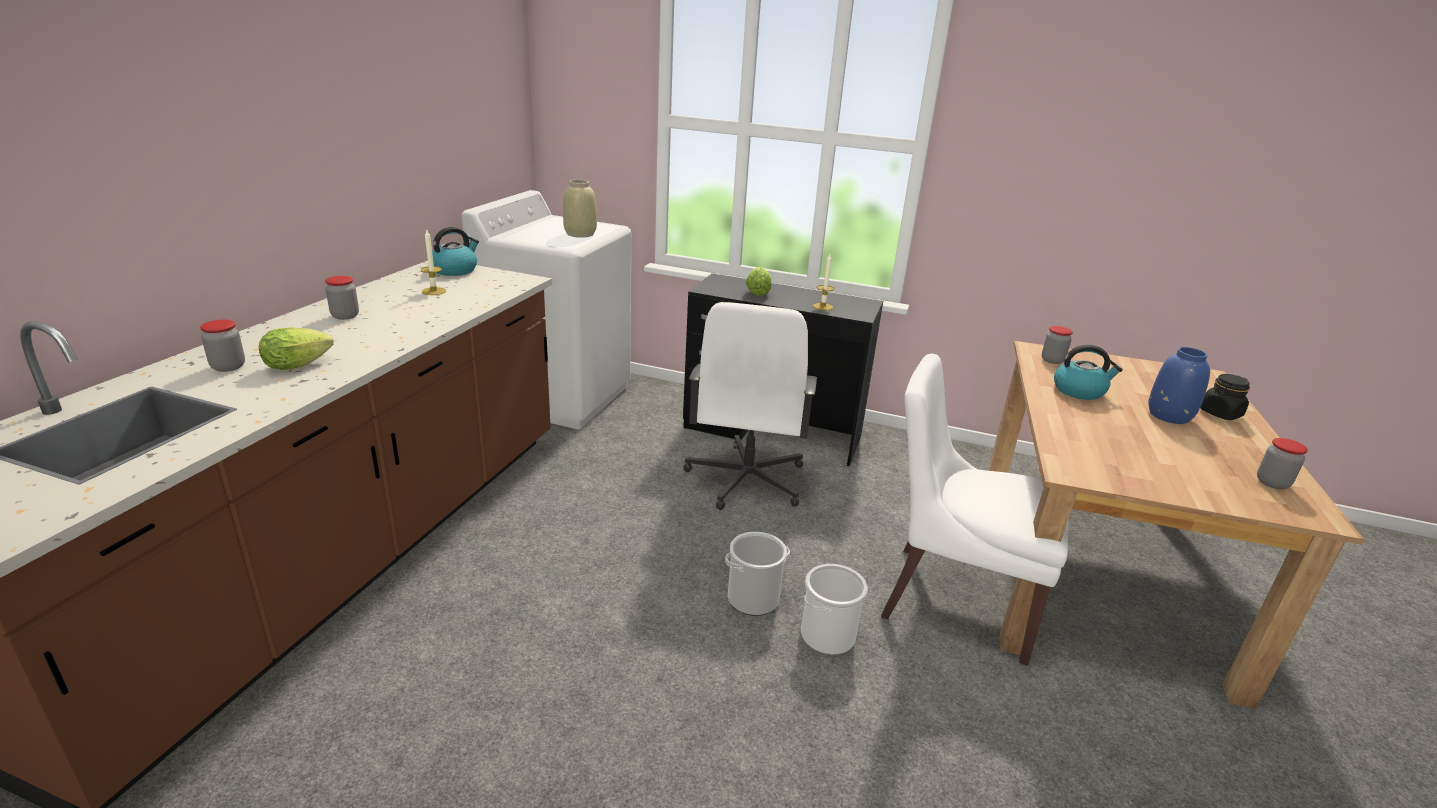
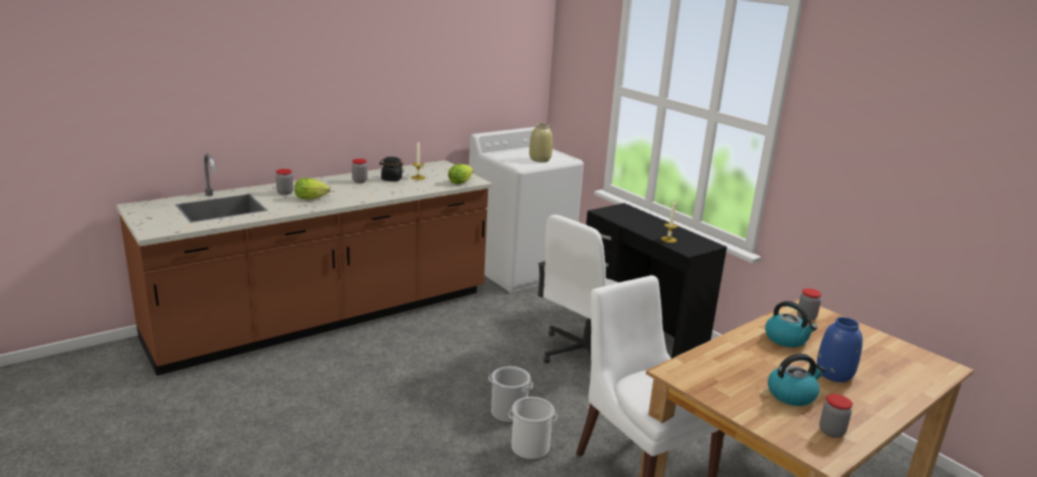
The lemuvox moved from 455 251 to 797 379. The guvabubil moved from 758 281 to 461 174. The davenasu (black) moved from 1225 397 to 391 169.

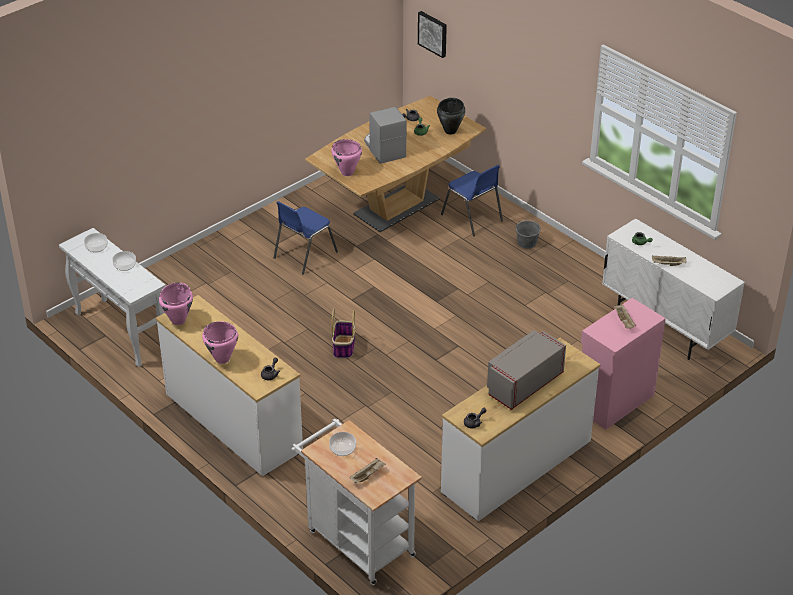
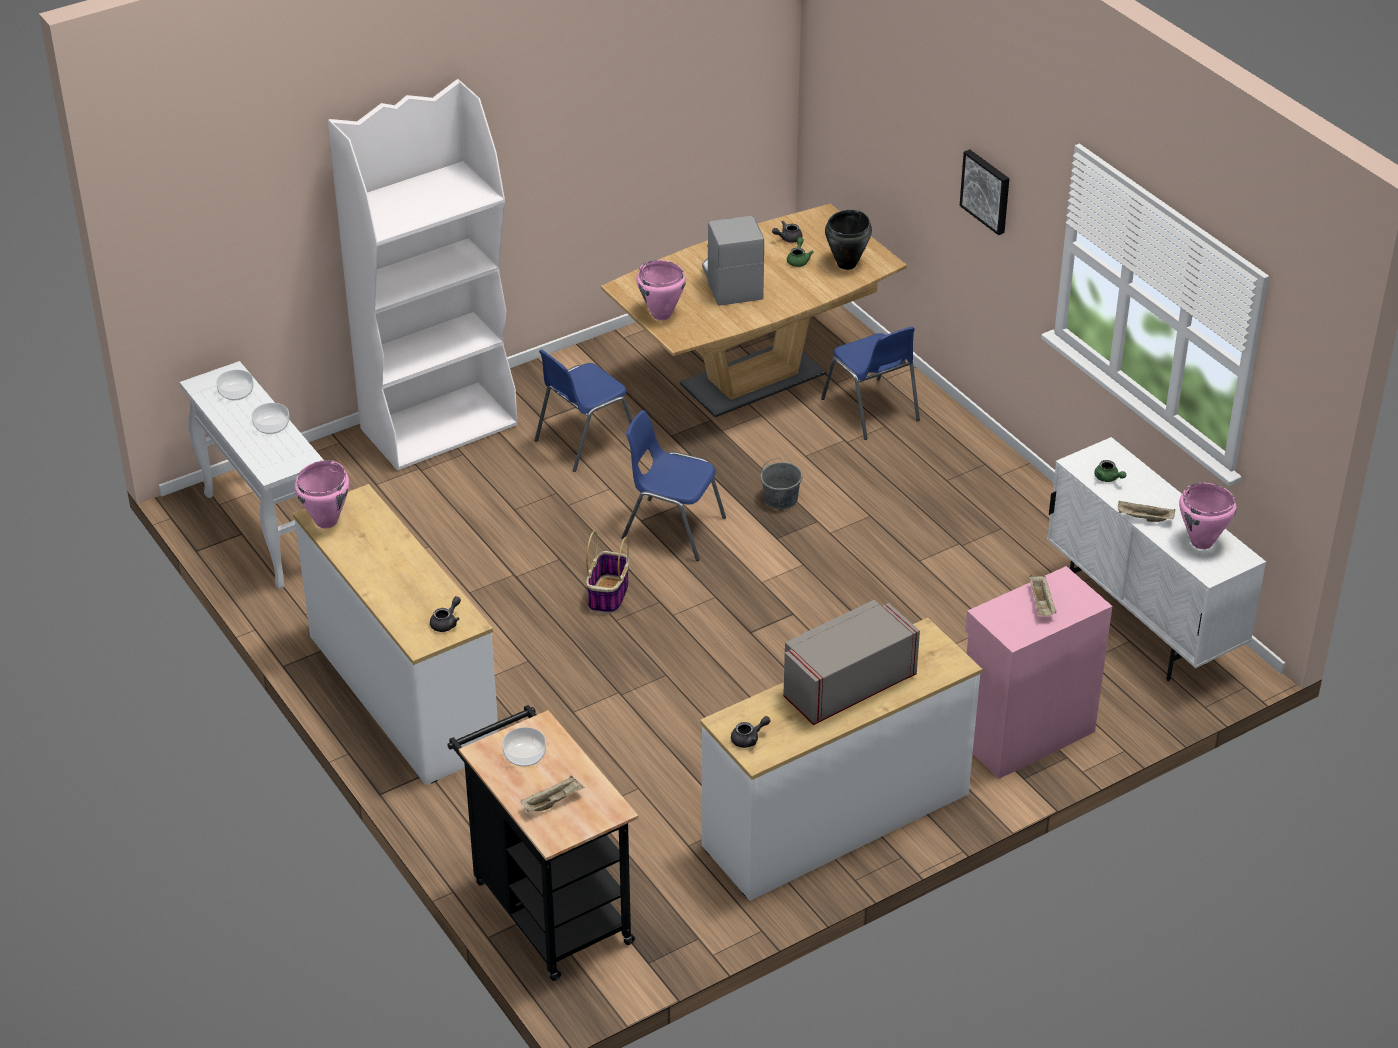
The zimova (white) at 423 275 appeared. The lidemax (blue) at 674 485 appeared. The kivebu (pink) moved from 220 342 to 1208 516. The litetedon moved from 432 34 to 984 192. The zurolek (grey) moved from 528 233 to 781 483. The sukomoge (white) at 356 502 became the sukomoge (black) at 542 843.

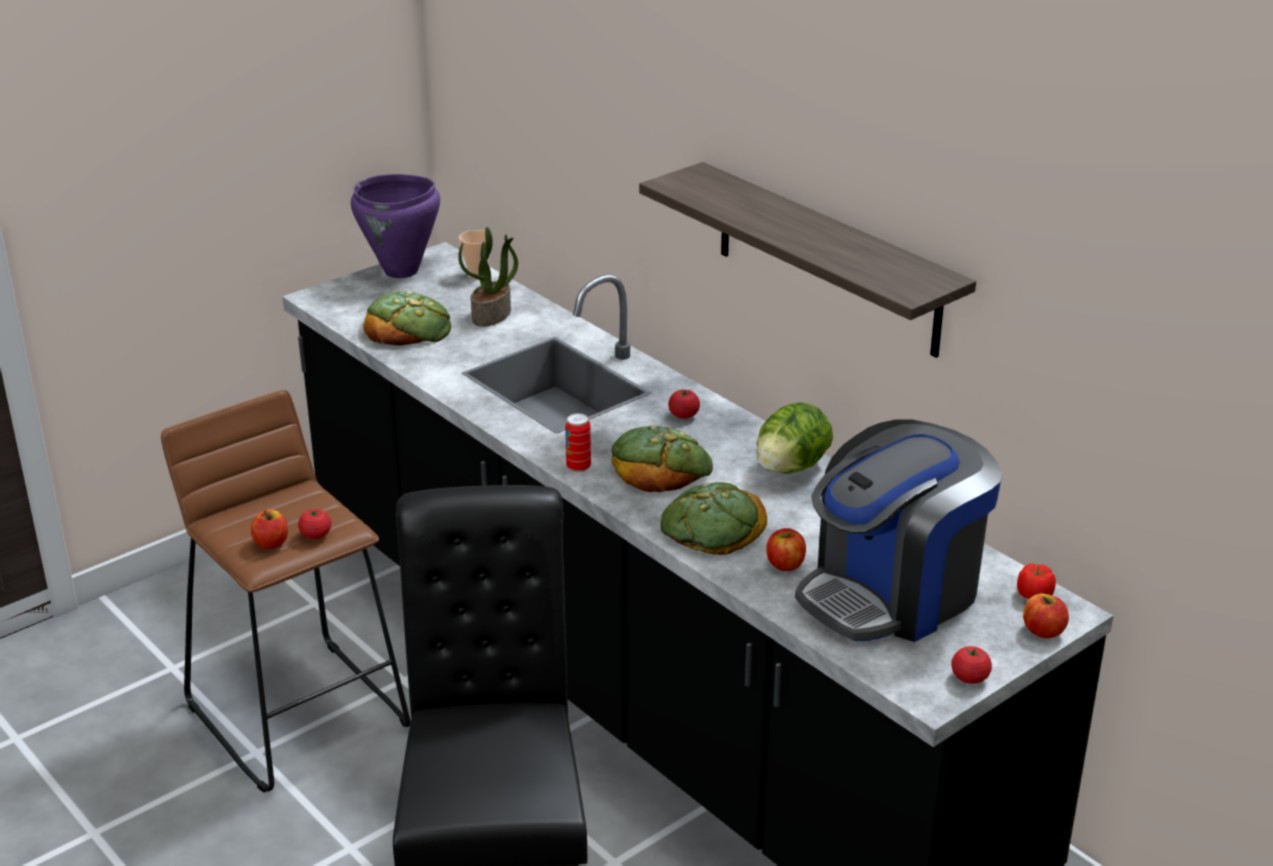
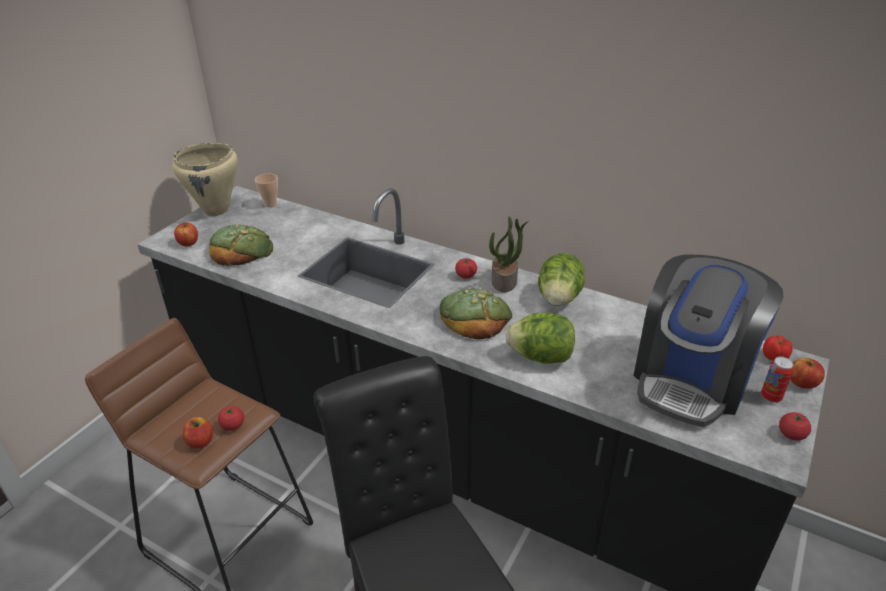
The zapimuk at 807 260 disappeared. The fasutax moved from 488 277 to 509 254. The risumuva moved from 578 442 to 777 379. The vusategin moved from 786 549 to 186 234. The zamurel at 714 518 was replaced by the guvabubil at 540 338. The kivebu (purple) at 395 226 became the kivebu (beige) at 205 179.

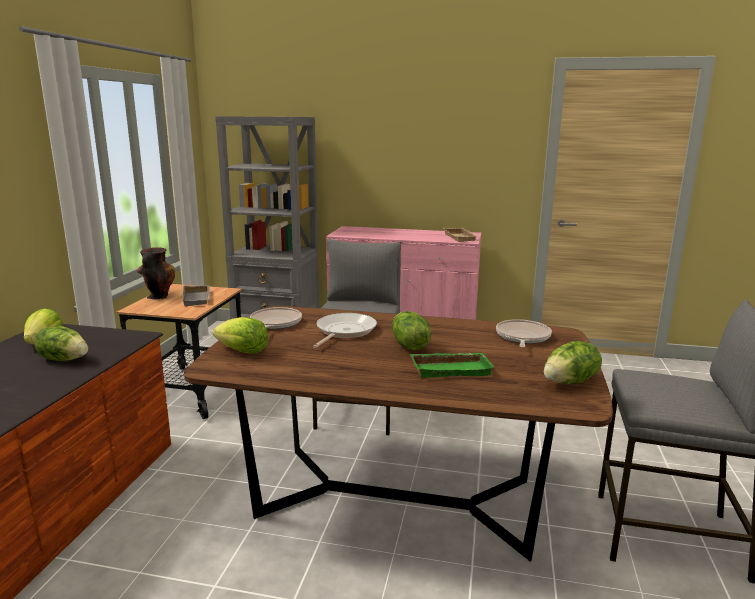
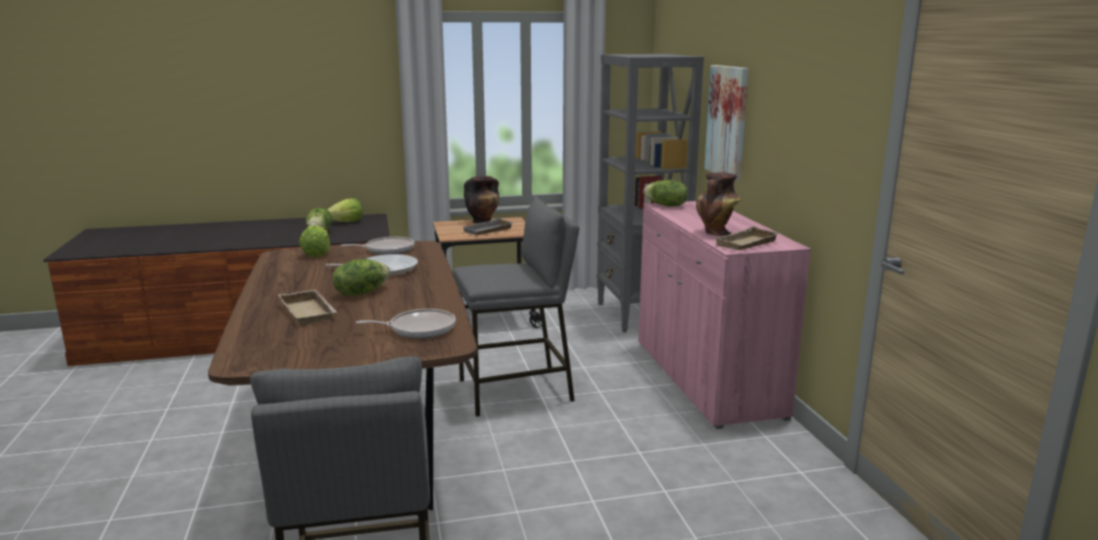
The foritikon at 719 204 appeared. The litetedon at 726 123 appeared. The guvabubil moved from 573 362 to 665 193. The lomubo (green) at 452 365 became the lomubo (beige) at 307 307.

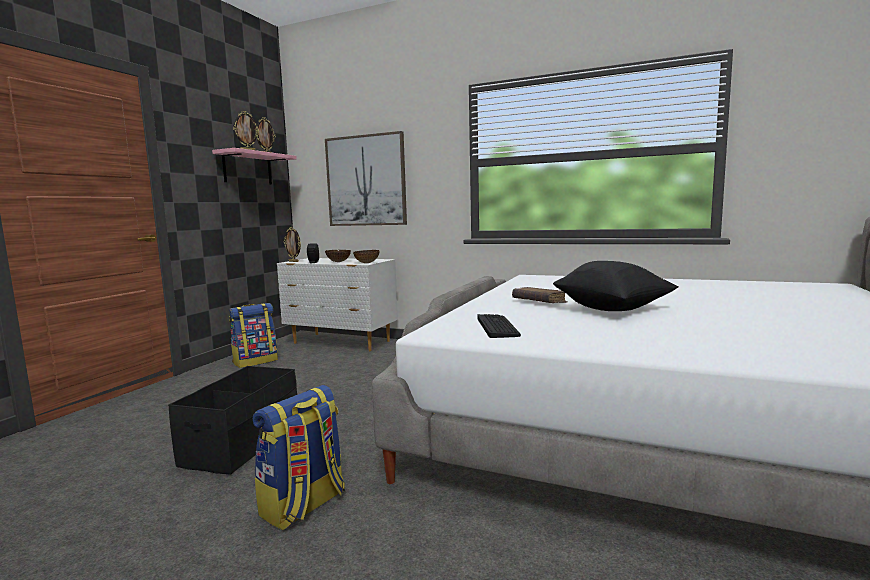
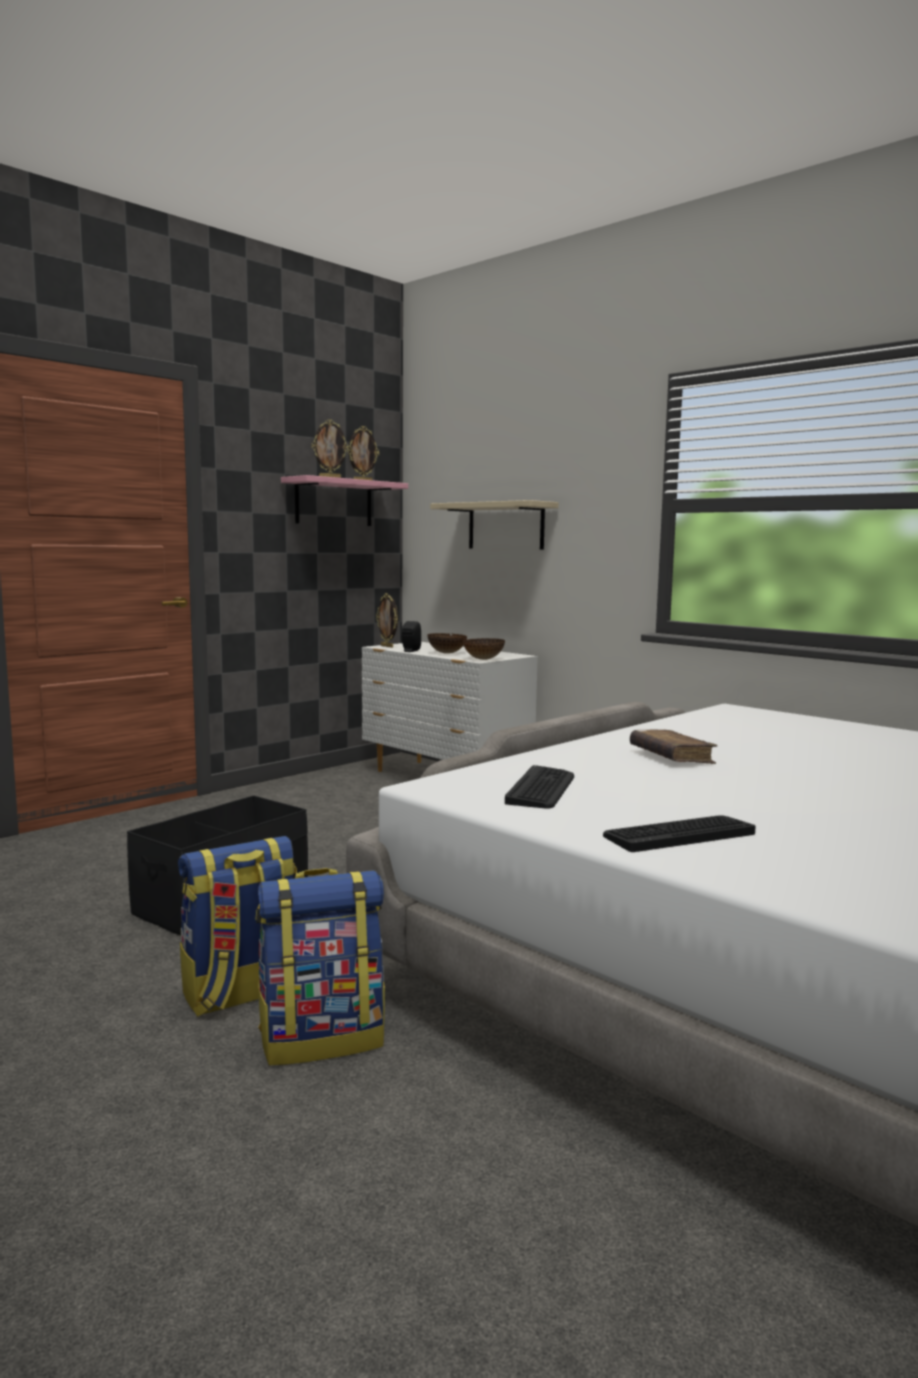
The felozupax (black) at 615 286 disappeared. The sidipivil at 679 833 appeared. The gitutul moved from 253 335 to 320 966. The litetedon at 366 178 was replaced by the zapimuk (beige) at 494 525.

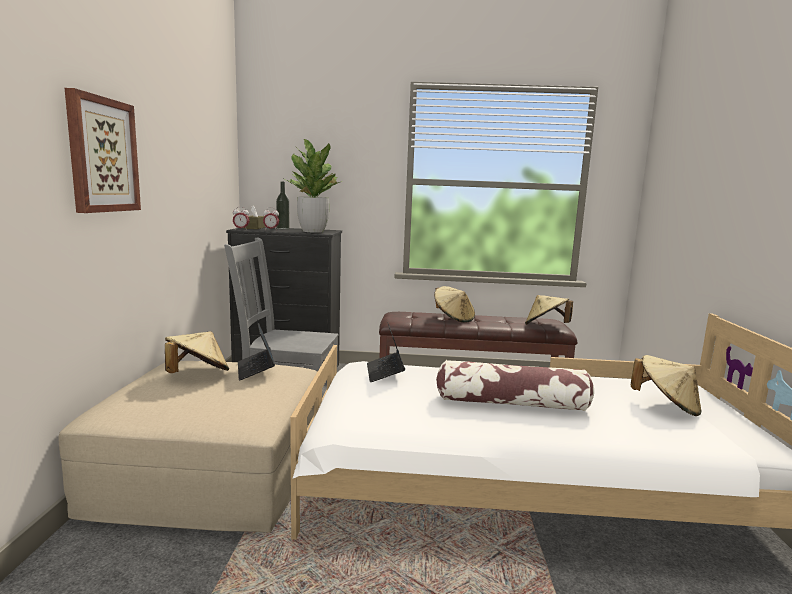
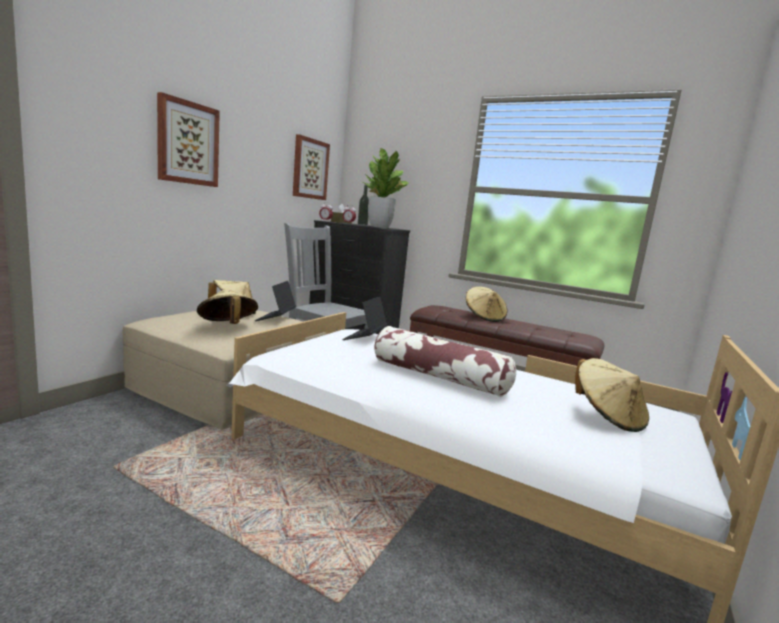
The litetedon at 311 167 appeared. The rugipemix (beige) moved from 549 310 to 227 306.

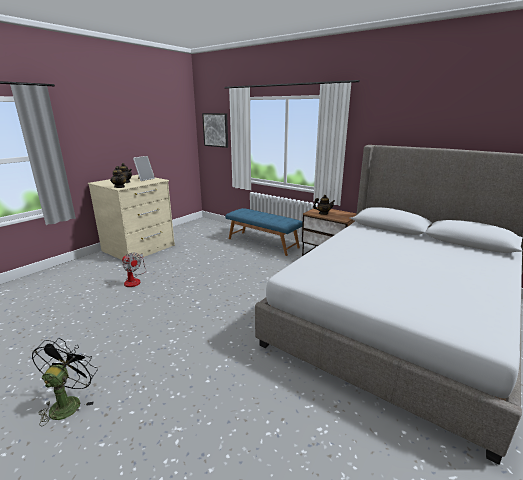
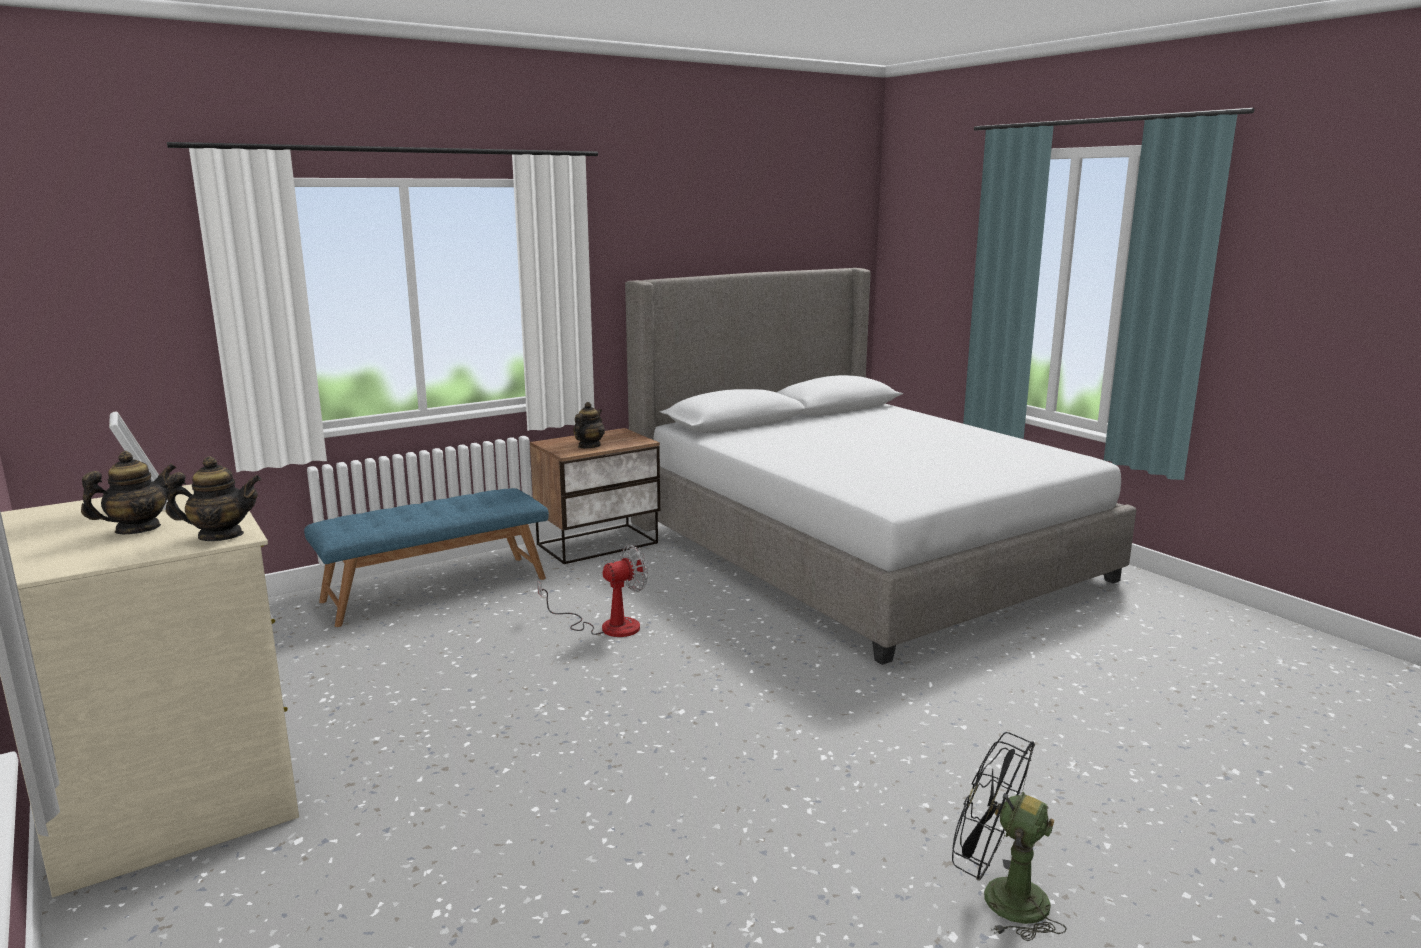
The litetedon at 215 130 disappeared. The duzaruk moved from 134 270 to 592 591.

